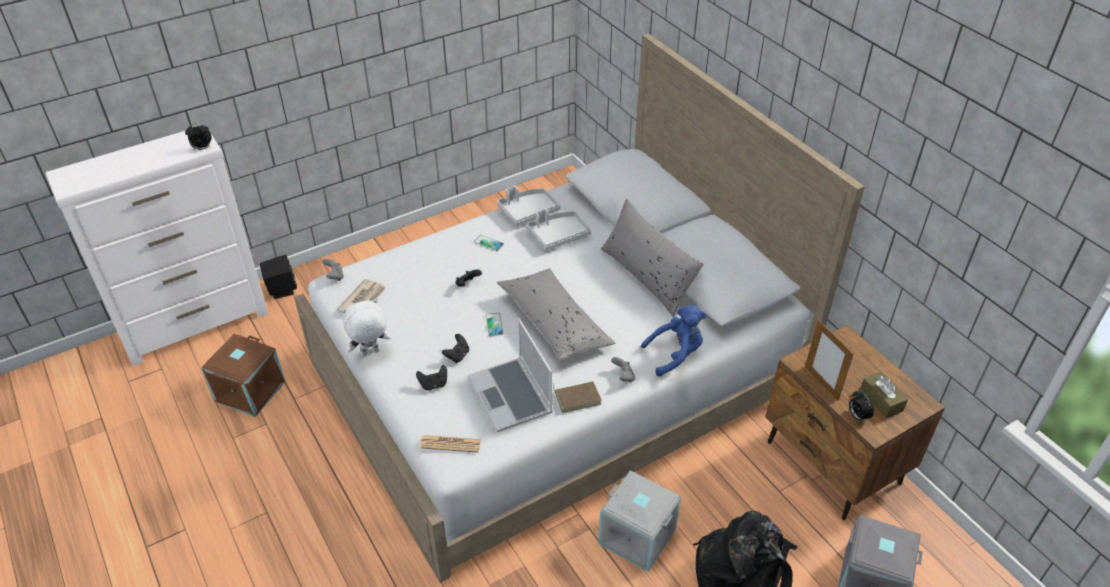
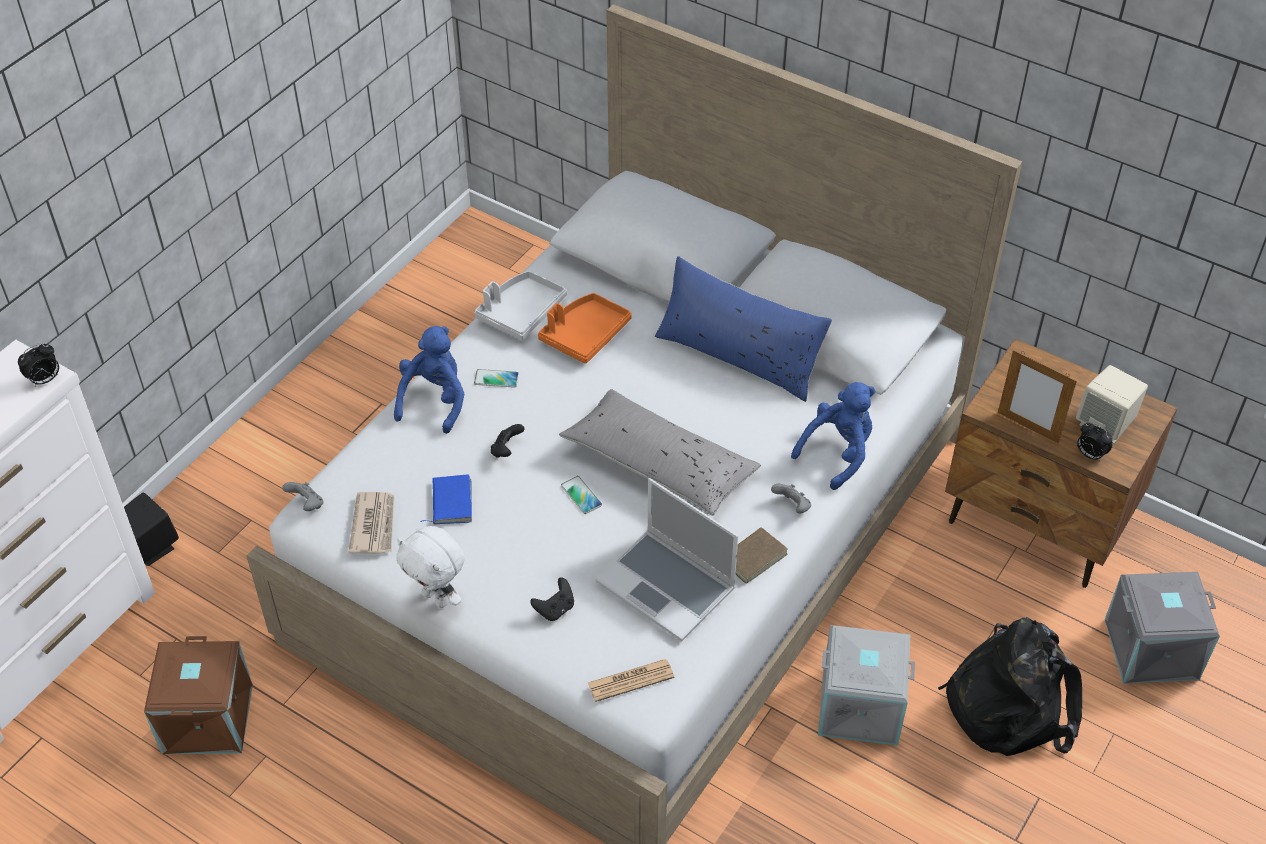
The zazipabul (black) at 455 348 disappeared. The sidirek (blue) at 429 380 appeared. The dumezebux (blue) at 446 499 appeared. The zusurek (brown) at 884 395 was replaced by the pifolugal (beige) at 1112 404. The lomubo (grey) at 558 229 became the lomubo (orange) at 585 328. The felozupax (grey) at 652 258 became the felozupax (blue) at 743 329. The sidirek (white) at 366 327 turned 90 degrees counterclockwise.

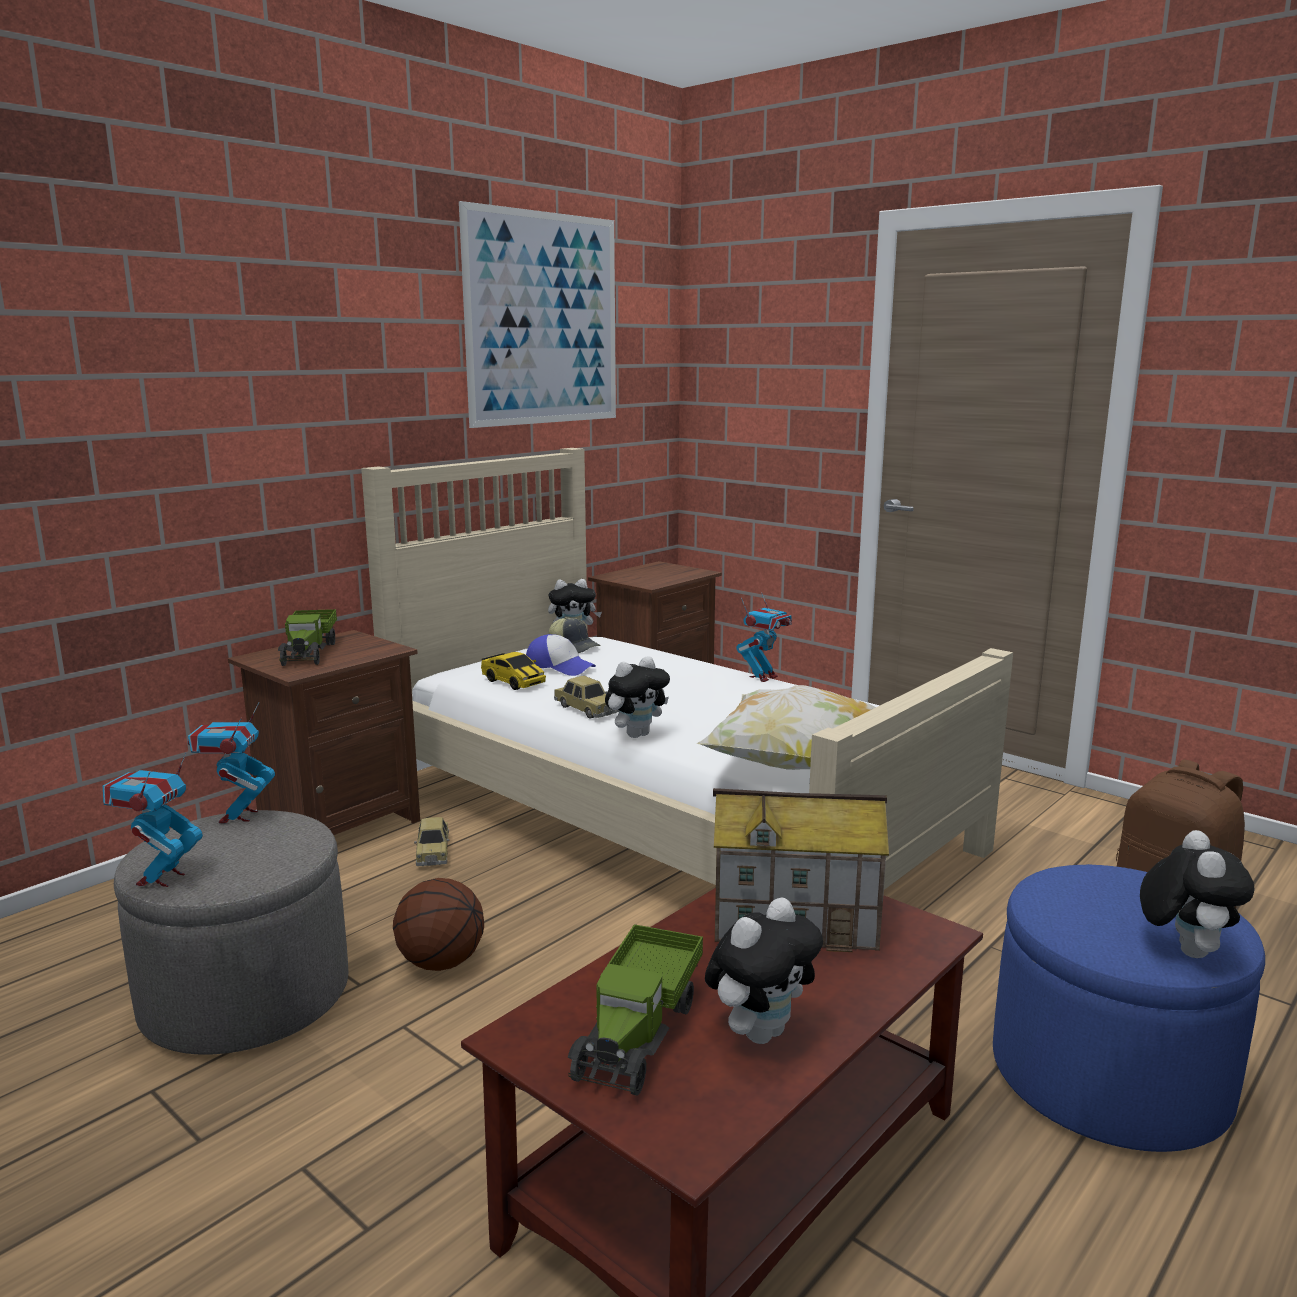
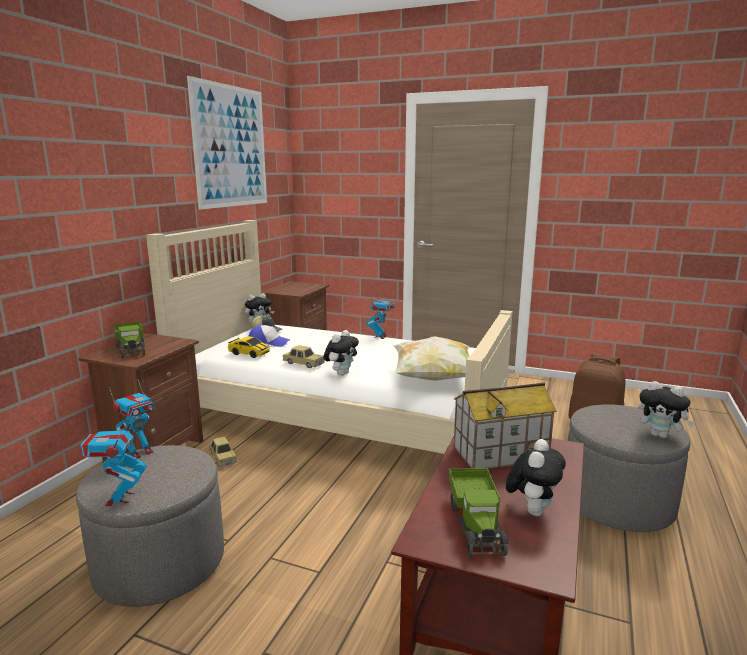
The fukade at 438 924 disappeared. The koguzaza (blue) at 1129 1008 became the koguzaza (grey) at 629 468. The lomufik at 231 763 turned 120 degrees counterclockwise. The sidirek at 1197 894 turned 135 degrees clockwise.

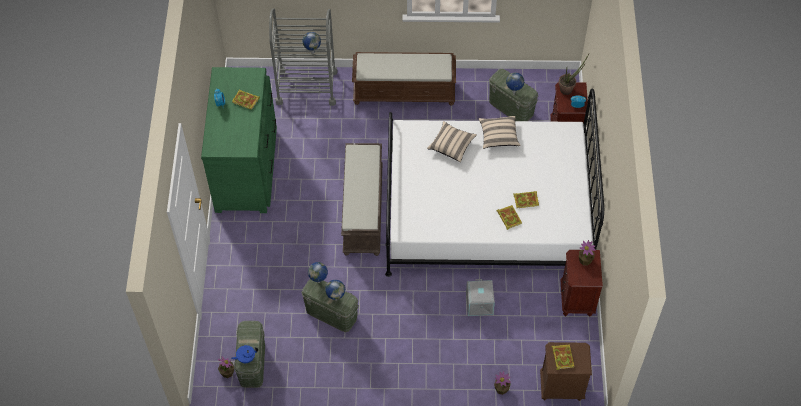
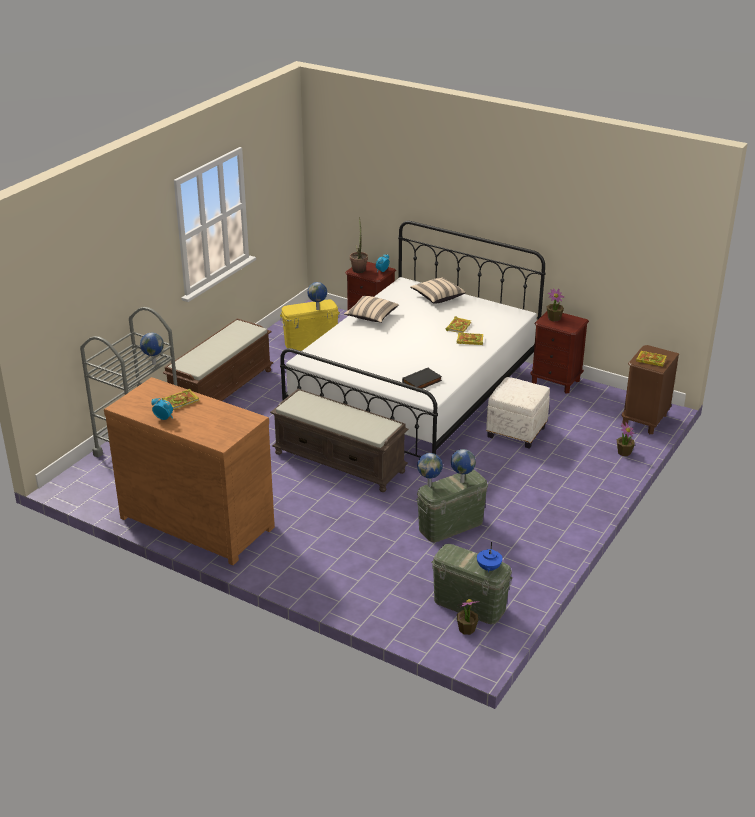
The dumezebux (black) at 422 378 appeared. The felozupax (beige) moved from 452 141 to 438 290. The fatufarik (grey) at 480 297 was replaced by the koguzaza (white) at 518 413. The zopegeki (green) at 239 140 became the zopegeki (brown) at 189 471. The fatufarik (green) at 513 95 became the fatufarik (yellow) at 310 325.

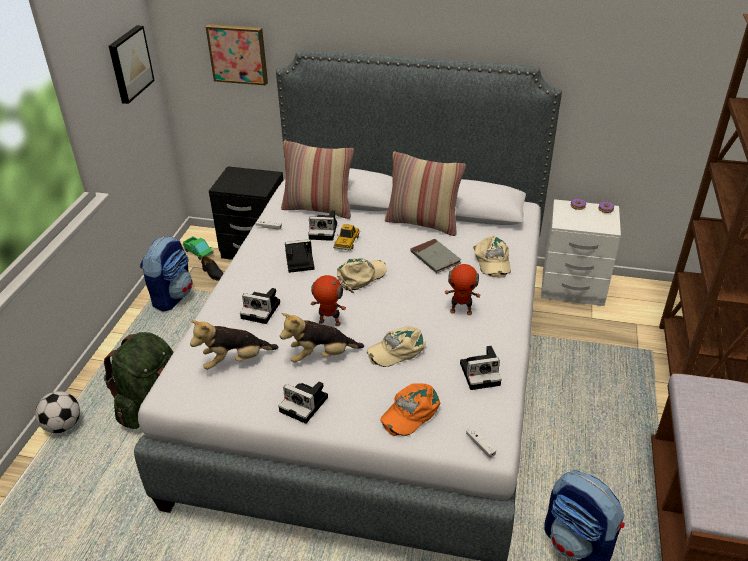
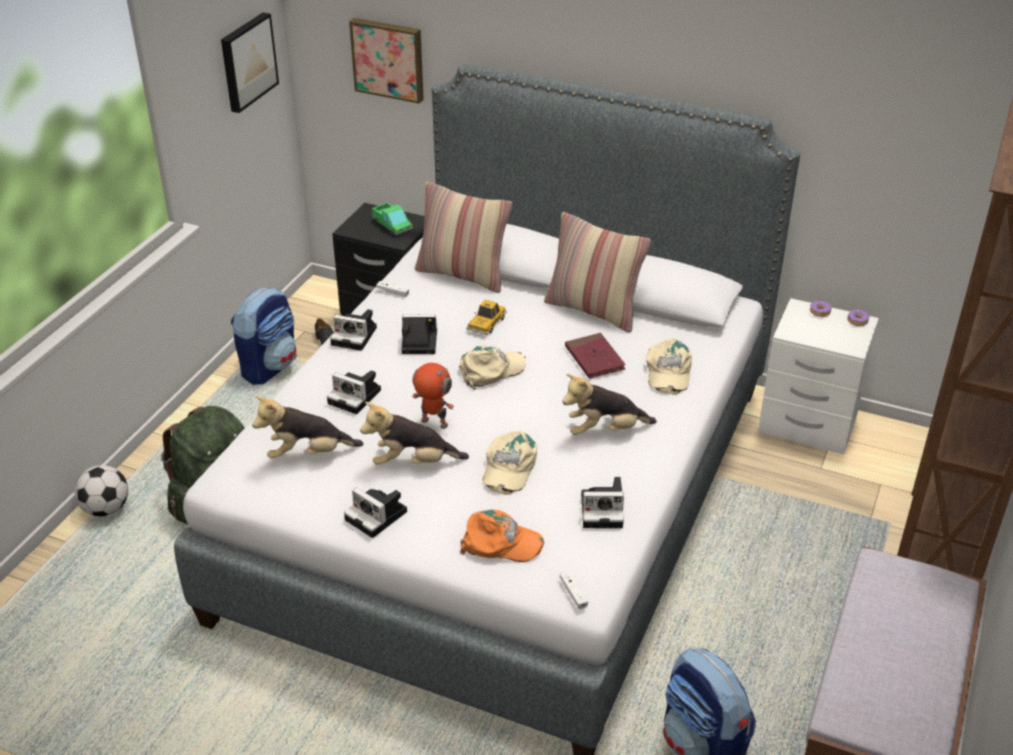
The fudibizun moved from 198 248 to 392 219. The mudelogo moved from 322 225 to 353 330. The lomufik at 463 287 was replaced by the sidirek at 609 404. The dumezebux (grey) at 436 256 became the dumezebux (red) at 595 356. The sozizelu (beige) at 396 346 turned 60 degrees counterclockwise. The sozizelu (orange) at 410 409 turned 135 degrees counterclockwise.

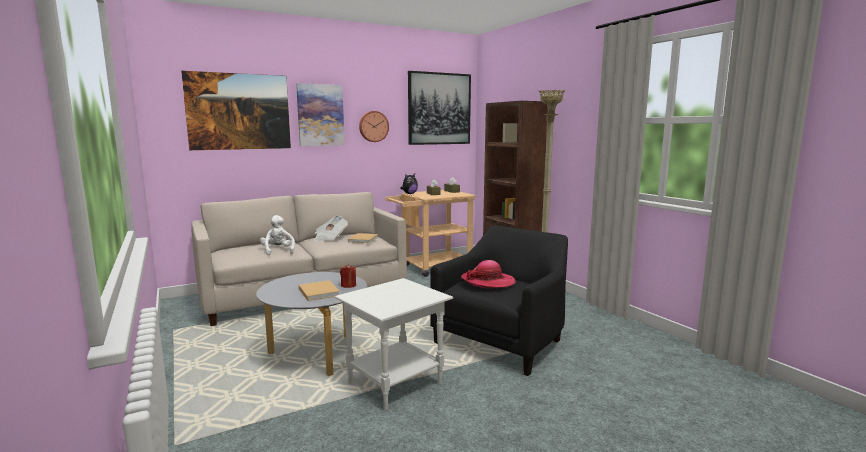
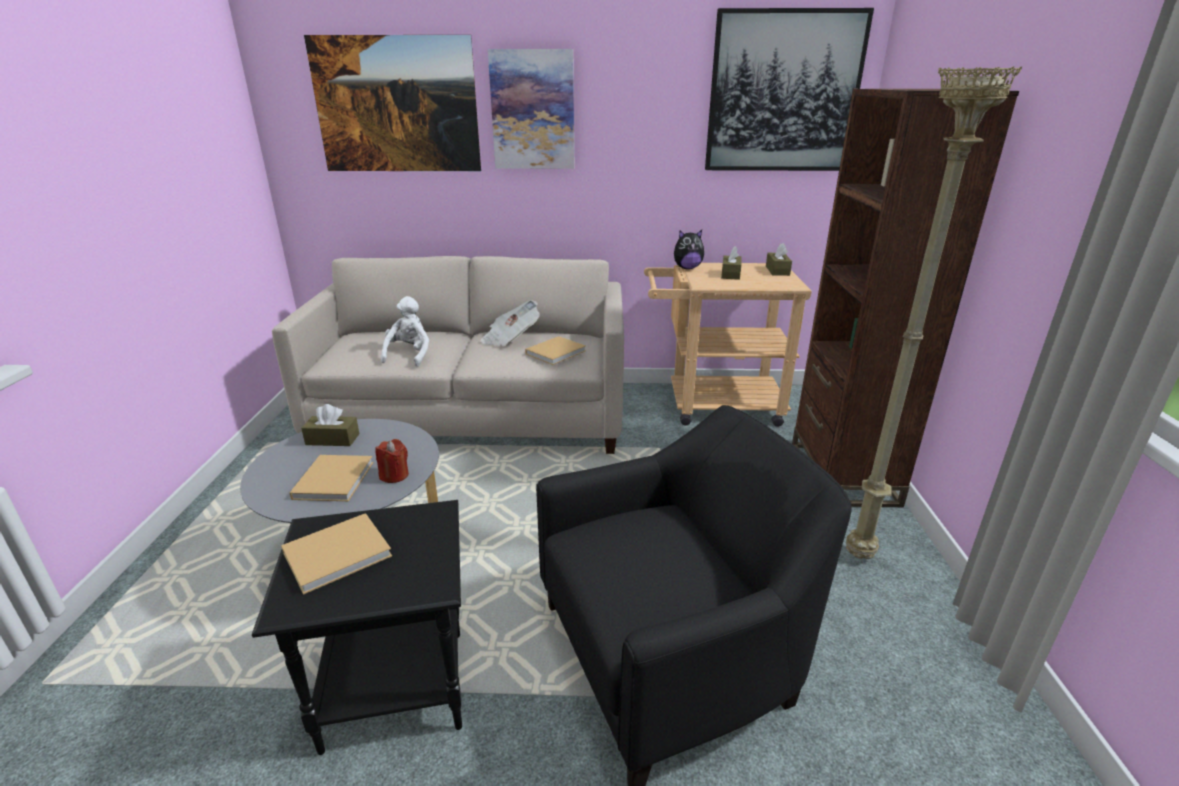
The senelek at 374 126 disappeared. The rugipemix at 488 274 disappeared. The dumezebux (beige) at 336 554 appeared. The zusurek (brown) at 330 425 appeared. The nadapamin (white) at 394 344 became the nadapamin (black) at 357 627.

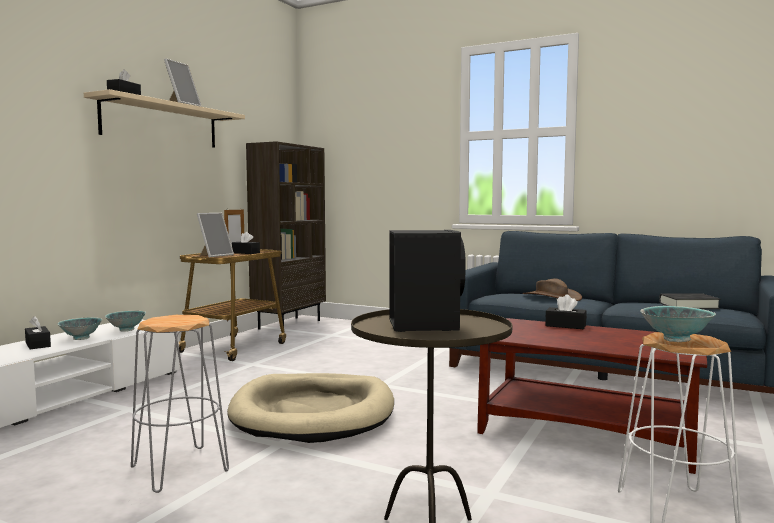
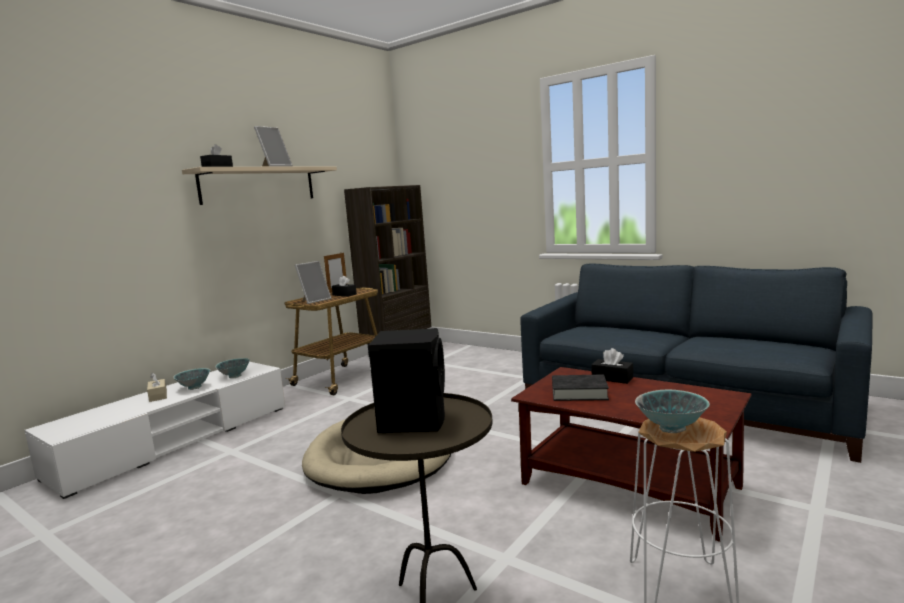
The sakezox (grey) at 180 404 disappeared. The rugipemix (brown) at 552 290 disappeared. The dumezebux (black) moved from 689 301 to 580 387. The zusurek (black) at 38 332 became the zusurek (beige) at 157 387.

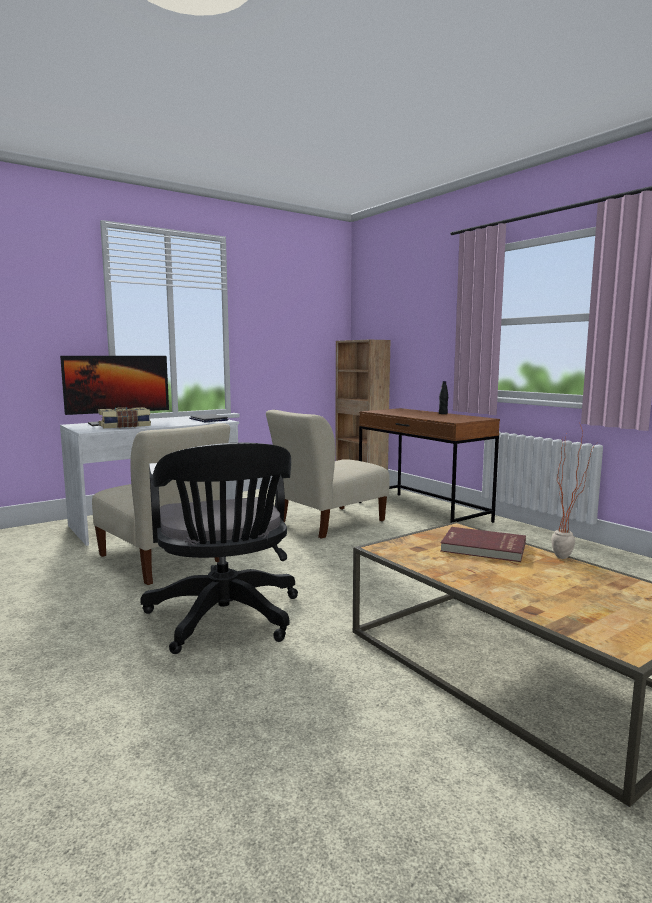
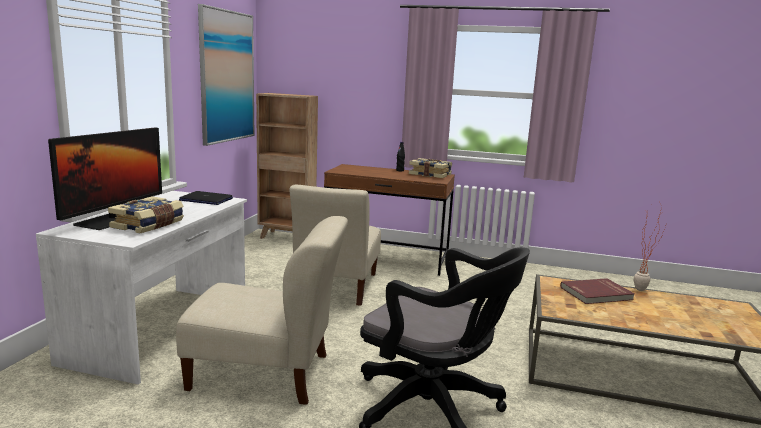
The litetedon at 226 75 appeared. The dumezebux at 430 168 appeared.

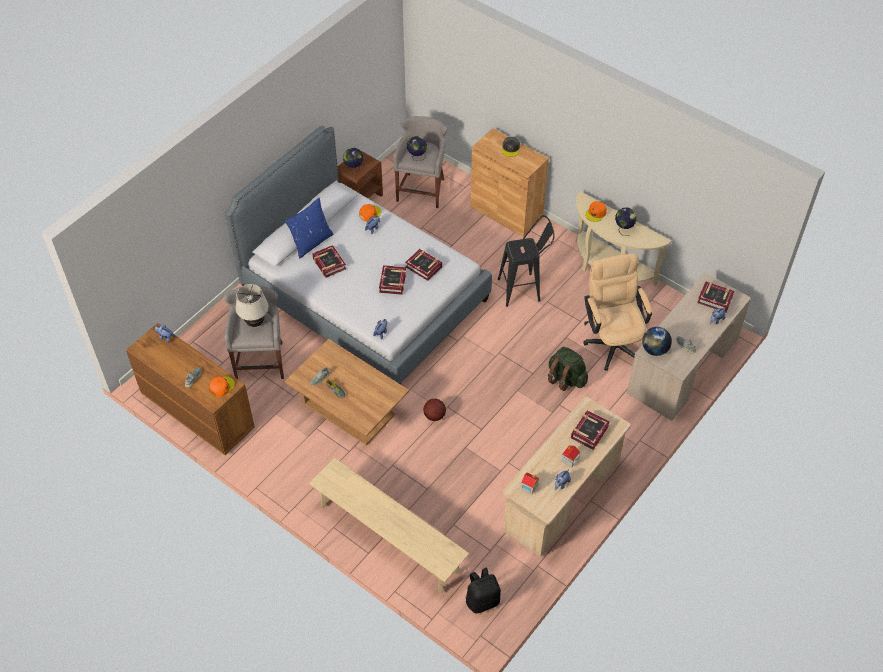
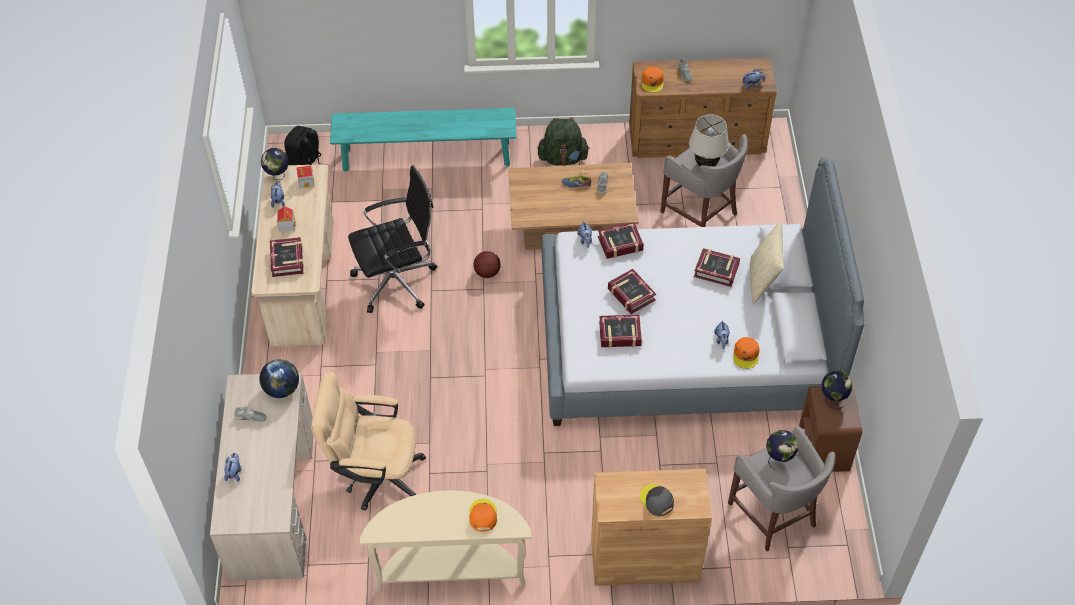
The sakezox (black) at 526 261 disappeared. The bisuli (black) at 392 239 appeared. The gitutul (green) moved from 568 369 to 564 141. The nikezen moved from 626 221 to 275 164. The dumezebux moved from 715 296 to 621 240. The felozupax (blue) at 309 228 became the felozupax (beige) at 767 262. The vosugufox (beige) at 389 526 became the vosugufox (turquoise) at 423 140. The bisuli (beige) at 618 312 turned 150 degrees clockwise.

